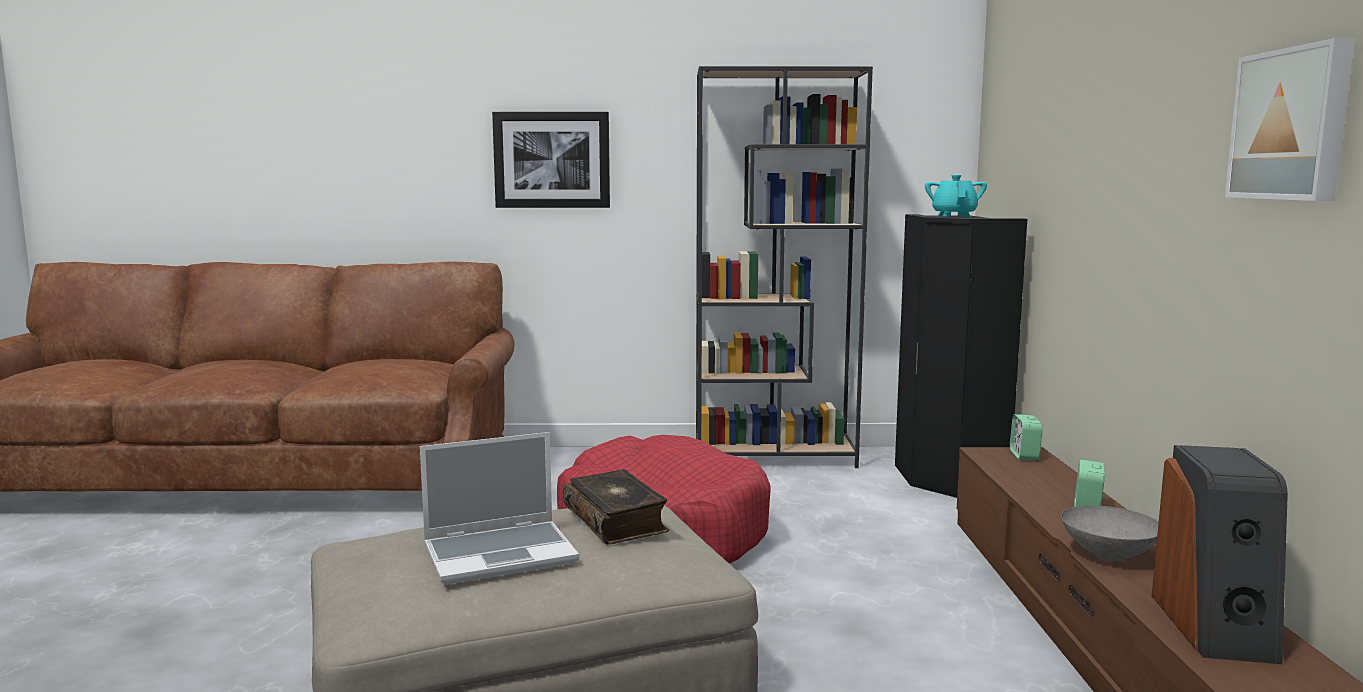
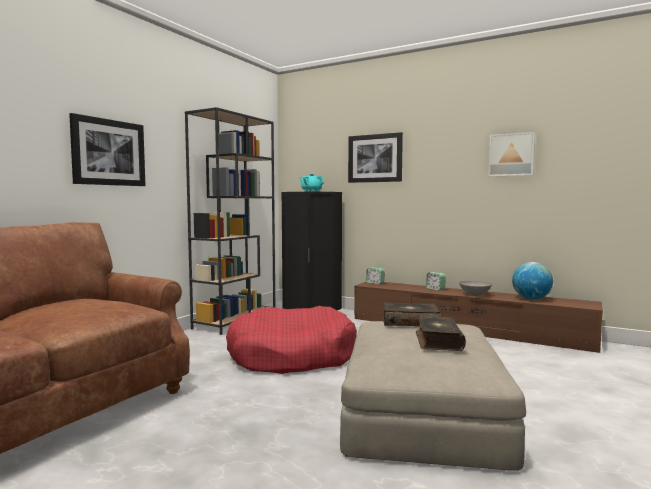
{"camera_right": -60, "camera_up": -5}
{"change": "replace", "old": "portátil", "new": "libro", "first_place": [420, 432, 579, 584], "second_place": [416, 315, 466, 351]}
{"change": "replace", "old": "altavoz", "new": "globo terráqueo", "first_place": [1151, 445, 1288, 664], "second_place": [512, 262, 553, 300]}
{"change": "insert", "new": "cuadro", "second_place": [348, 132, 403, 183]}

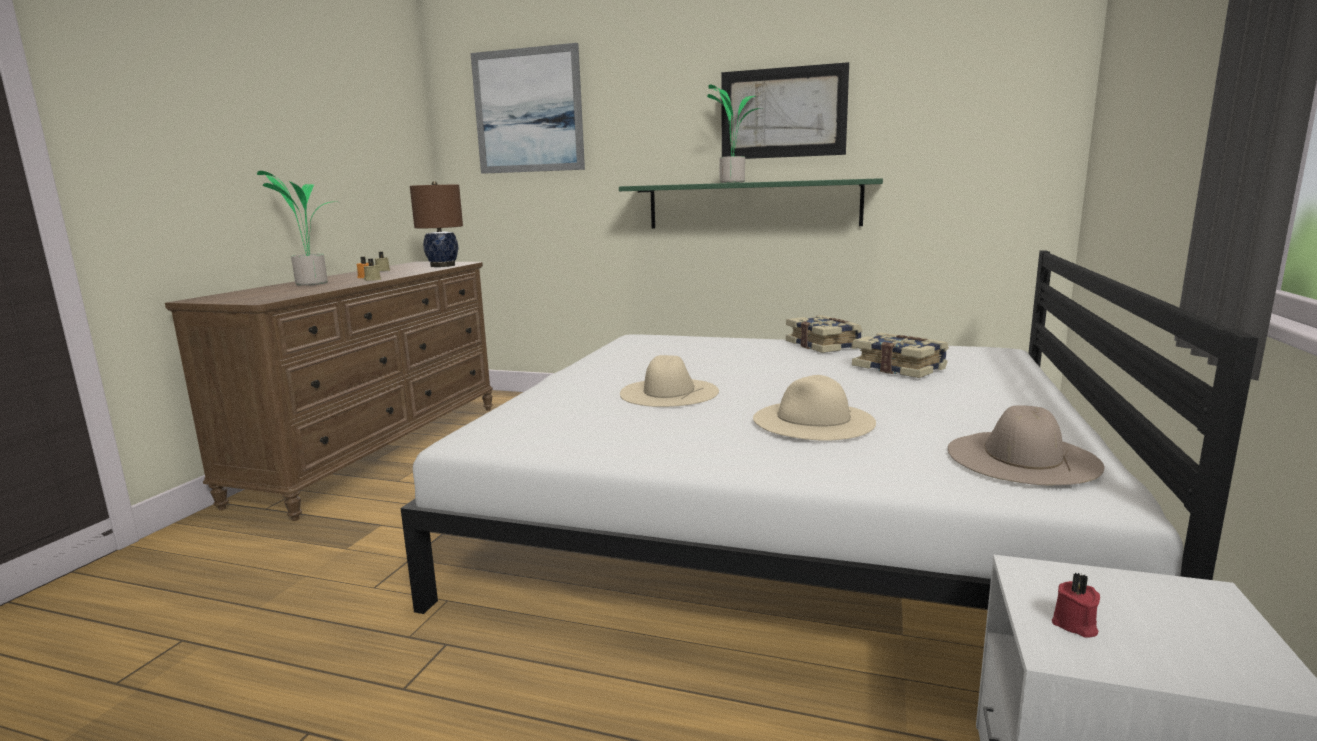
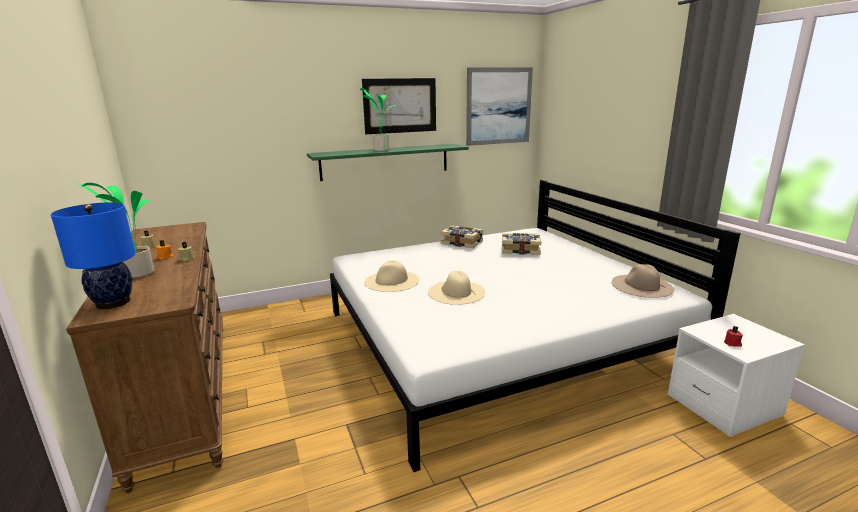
{"camera_right": -40, "camera_up": 5}
{"change": "delete", "old": "lámpara de mesa (marrón)", "first_place": [410, 181, 463, 267]}
{"change": "move", "old": "cuadro", "first_place": [471, 43, 585, 174], "second_place": [466, 67, 533, 146]}
{"change": "move", "old": "sombrero (beis)", "first_place": [753, 375, 876, 441], "second_place": [364, 260, 419, 292]}
{"change": "insert", "new": "lámpara de mesa (azul)", "second_place": [51, 202, 136, 309]}

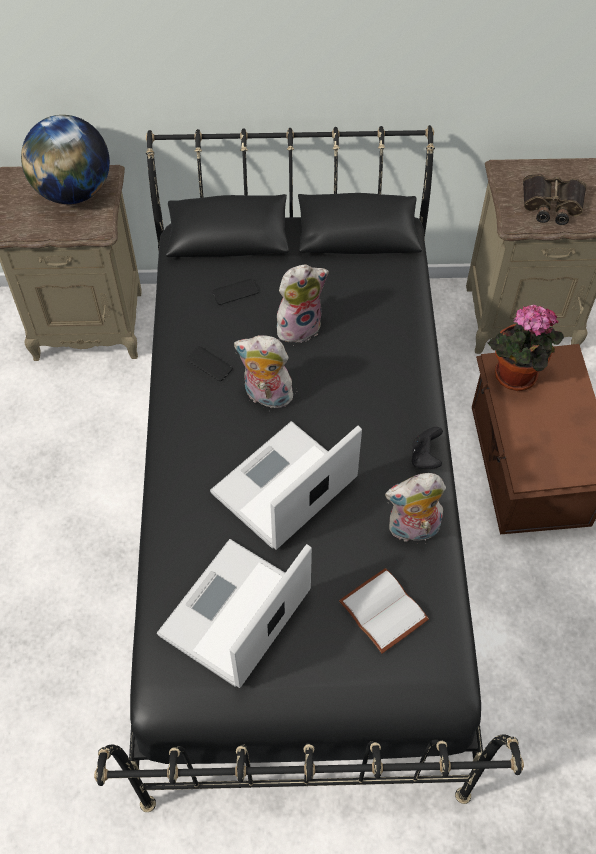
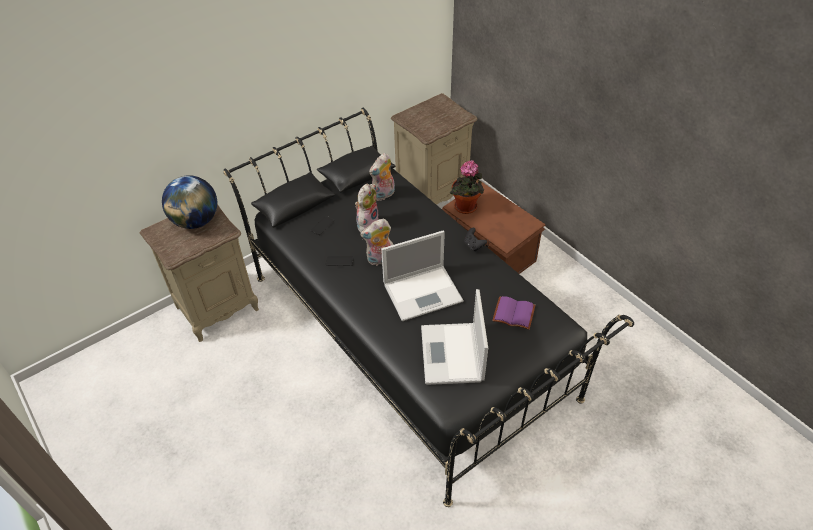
{"camera_right": -35, "camera_up": -10}
{"change": "rotate", "old": "portátil", "first_place": [210, 421, 362, 550], "second_place": [381, 231, 464, 321], "degrees": -120}
{"change": "recolor", "old": "libro (blanco)", "new": "libro (morado)", "first_place": [339, 568, 429, 654], "second_place": [492, 296, 535, 330]}
{"change": "move", "old": "peluche", "first_place": [385, 473, 446, 542], "second_place": [369, 153, 395, 201]}
{"change": "delete", "old": "prismáticos", "first_place": [523, 174, 586, 225]}

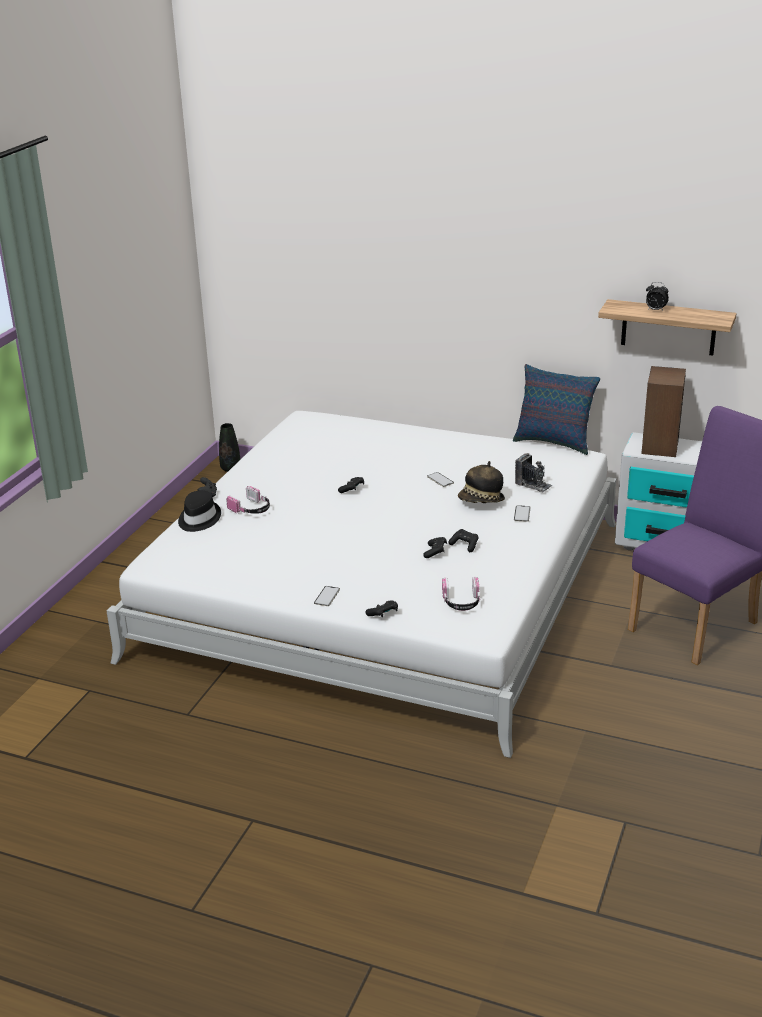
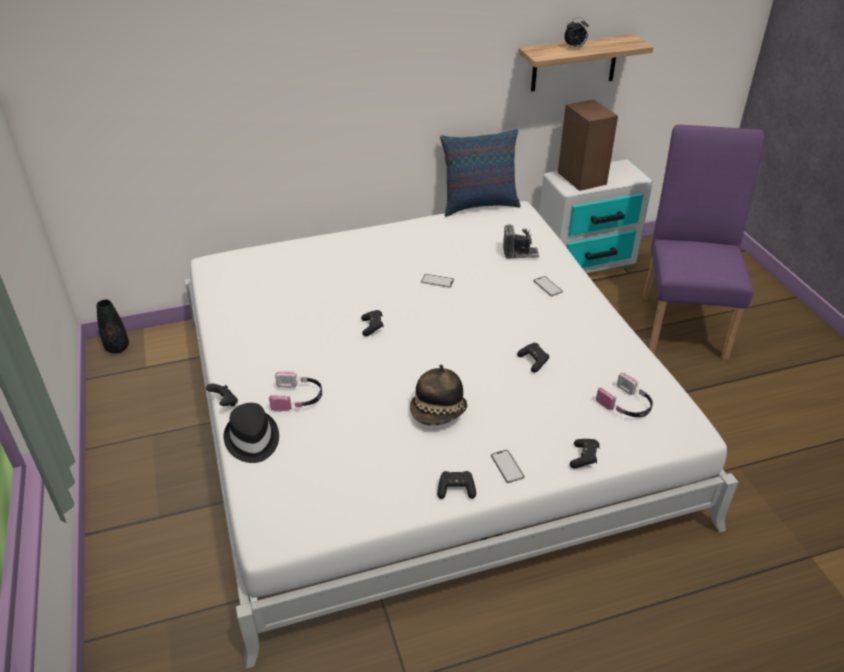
{"camera_right": -40, "camera_up": 10}
{"change": "move", "old": "mando de consola (negro)", "first_place": [449, 529, 478, 552], "second_place": [437, 471, 476, 499]}
{"change": "move", "old": "sombrero", "first_place": [458, 461, 505, 503], "second_place": [410, 364, 467, 426]}

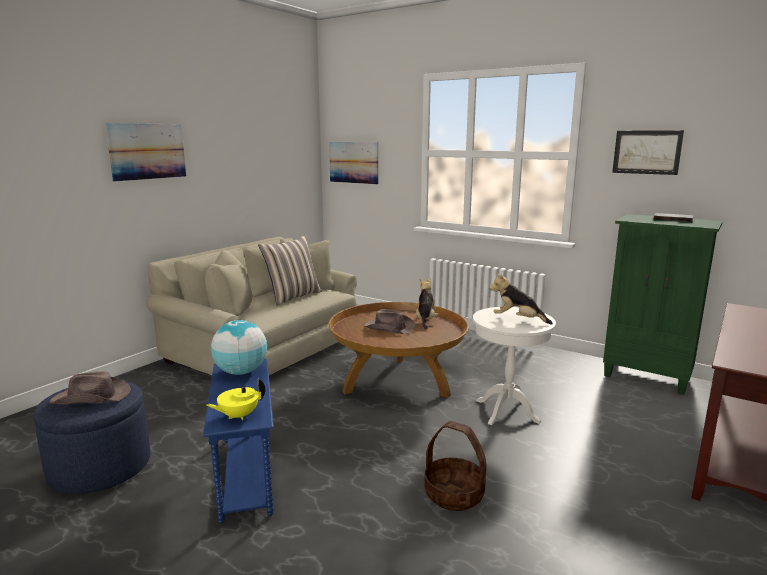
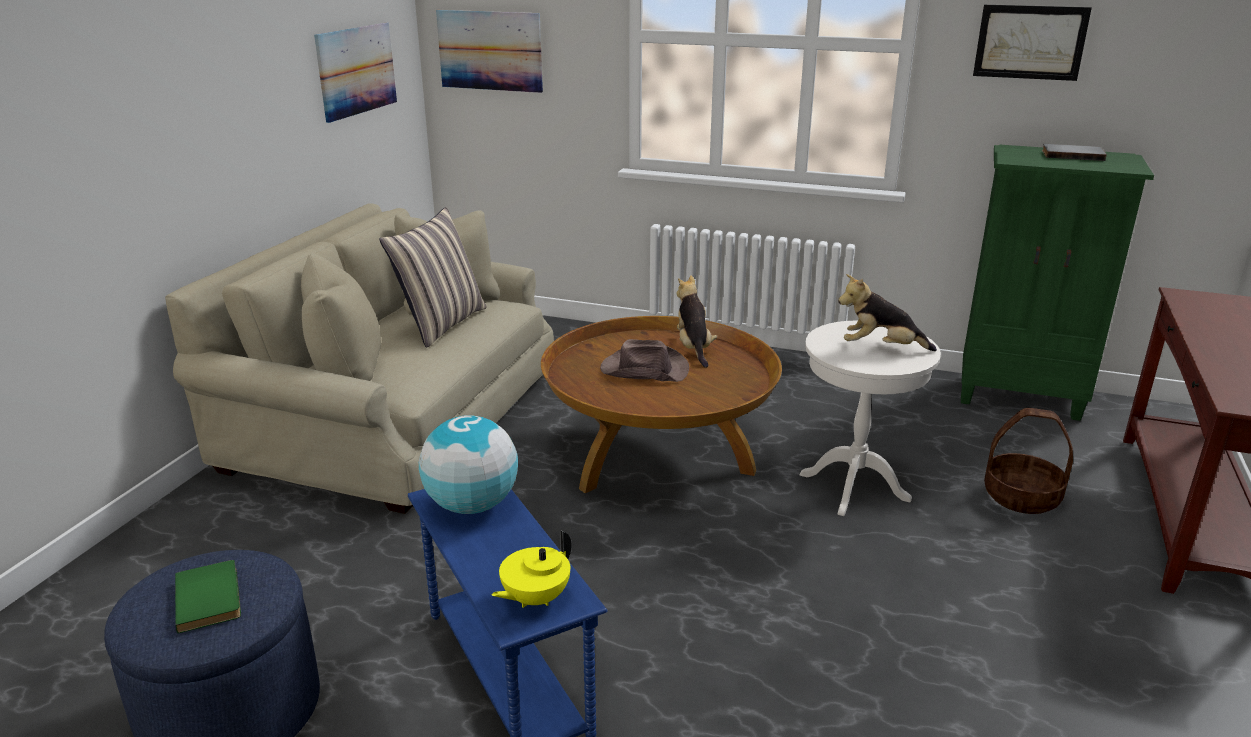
{"camera_right": -15, "camera_up": 10}
{"change": "replace", "old": "sombrero (marrón)", "new": "libro (verde)", "first_place": [50, 371, 131, 404], "second_place": [175, 560, 241, 633]}
{"change": "move", "old": "cuadro", "first_place": [105, 123, 186, 182], "second_place": [314, 23, 397, 123]}
{"change": "move", "old": "cesta", "first_place": [424, 421, 487, 511], "second_place": [984, 408, 1073, 514]}

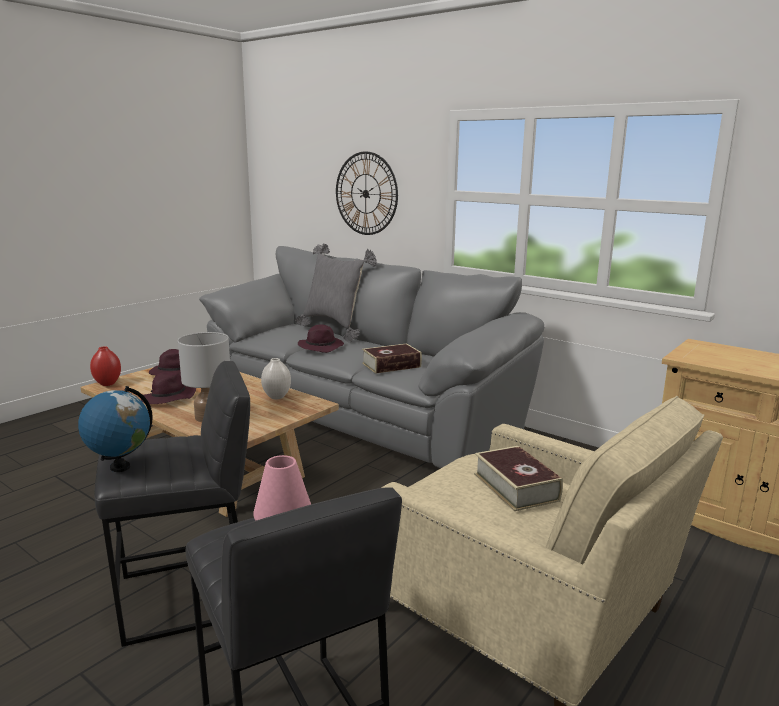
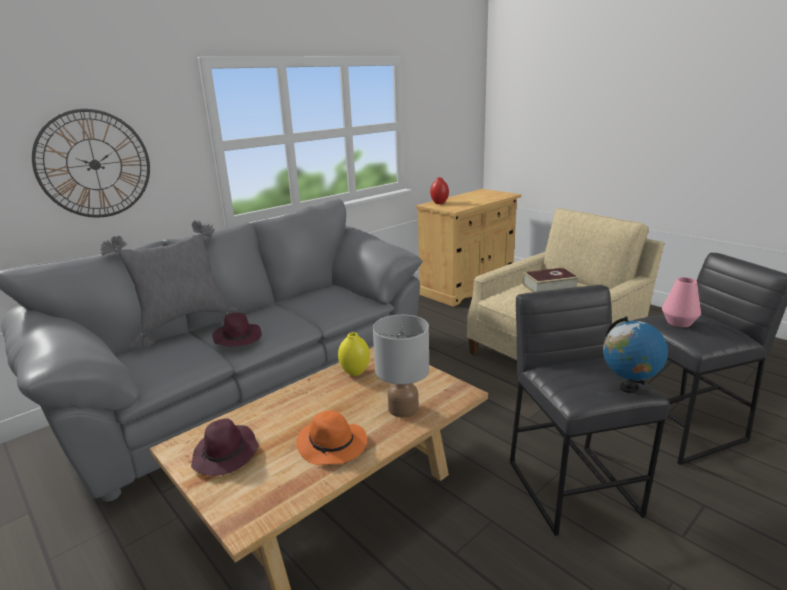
{"camera_right": -80, "camera_up": 5}
{"change": "move", "old": "florero (rojo)", "first_place": [90, 346, 121, 386], "second_place": [430, 177, 449, 204]}
{"change": "recolor", "old": "sombrero (morado)", "new": "sombrero (naranja)", "first_place": [140, 372, 196, 404], "second_place": [296, 410, 367, 465]}
{"change": "recolor", "old": "florero (blanco)", "new": "florero (amarillo)", "first_place": [261, 358, 291, 399], "second_place": [338, 332, 370, 376]}
{"change": "delete", "old": "libro", "first_place": [362, 344, 422, 374]}

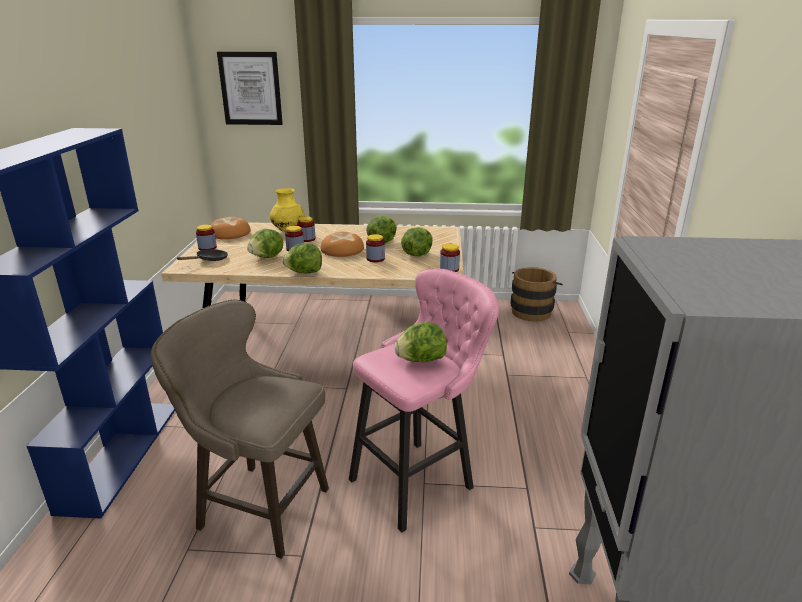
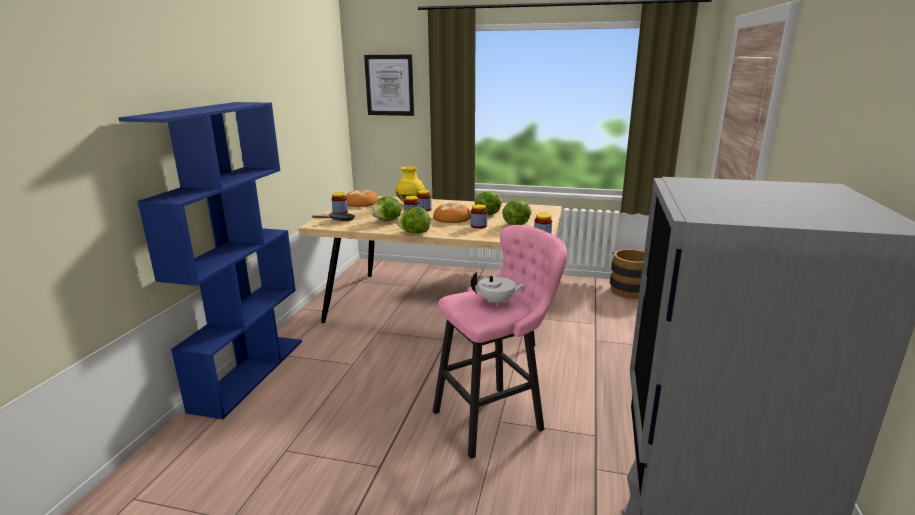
{"camera_right": 10, "camera_up": -5}
{"change": "delete", "old": "taburete (beis)", "first_place": [151, 299, 329, 559]}
{"change": "replace", "old": "lechuga", "new": "tetera (blanco)", "first_place": [394, 322, 447, 362], "second_place": [471, 272, 526, 306]}

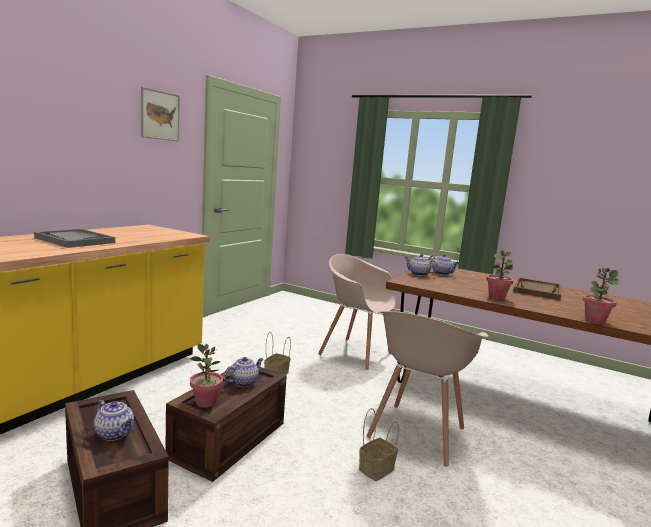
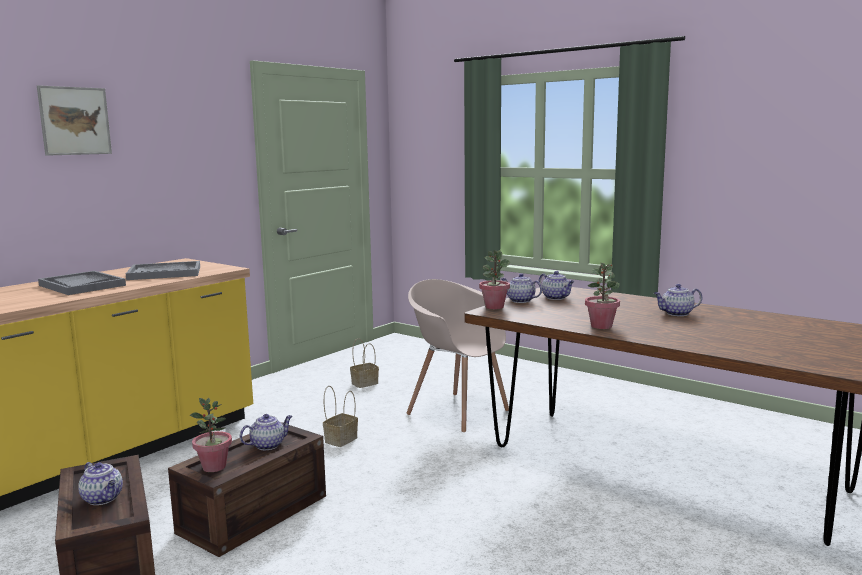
{"camera_right": 10, "camera_up": 0}
{"change": "move", "old": "cuadro", "first_place": [141, 87, 180, 141], "second_place": [37, 85, 112, 156]}
{"change": "move", "old": "cesta", "first_place": [359, 408, 399, 481], "second_place": [350, 338, 379, 388]}
{"change": "delete", "old": "silla (beis)", "first_place": [367, 311, 488, 467]}
{"change": "replace", "old": "bandeja (marrón)", "new": "tetera", "first_place": [513, 277, 561, 300], "second_place": [654, 284, 702, 316]}
{"change": "move", "old": "planta en maceta", "first_place": [583, 268, 619, 324], "second_place": [479, 250, 510, 309]}
{"change": "insert", "new": "bandeja (gris)", "second_place": [126, 261, 200, 280]}

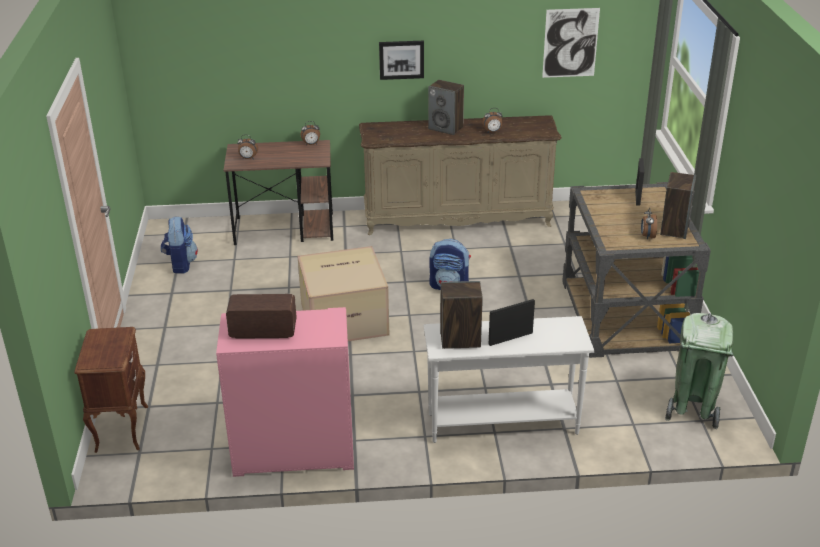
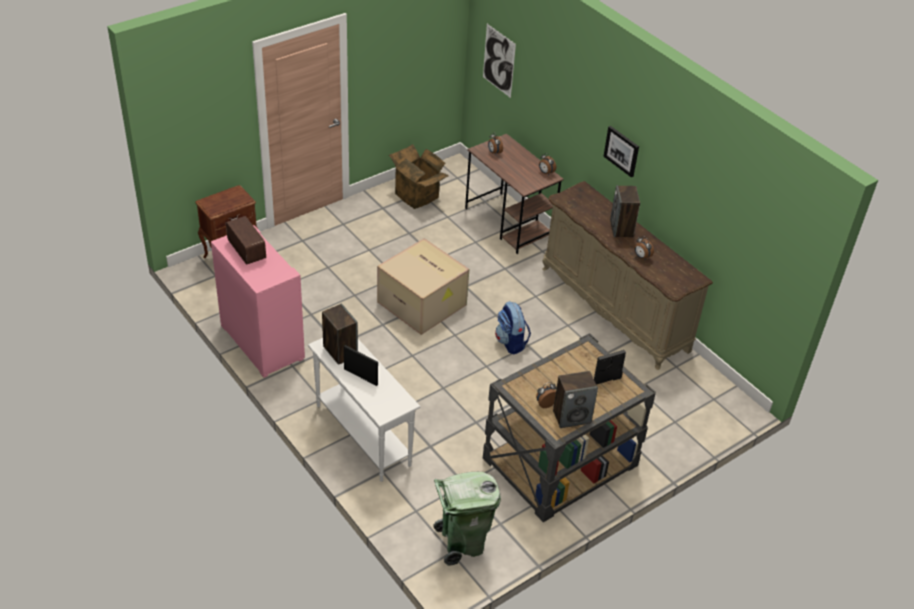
{"camera_right": 55, "camera_up": 10}
{"change": "replace", "old": "mochila", "new": "caja de cartón", "first_place": [161, 217, 198, 274], "second_place": [389, 144, 449, 209]}
{"change": "move", "old": "cuadro", "first_place": [542, 8, 600, 78], "second_place": [483, 24, 516, 98]}

